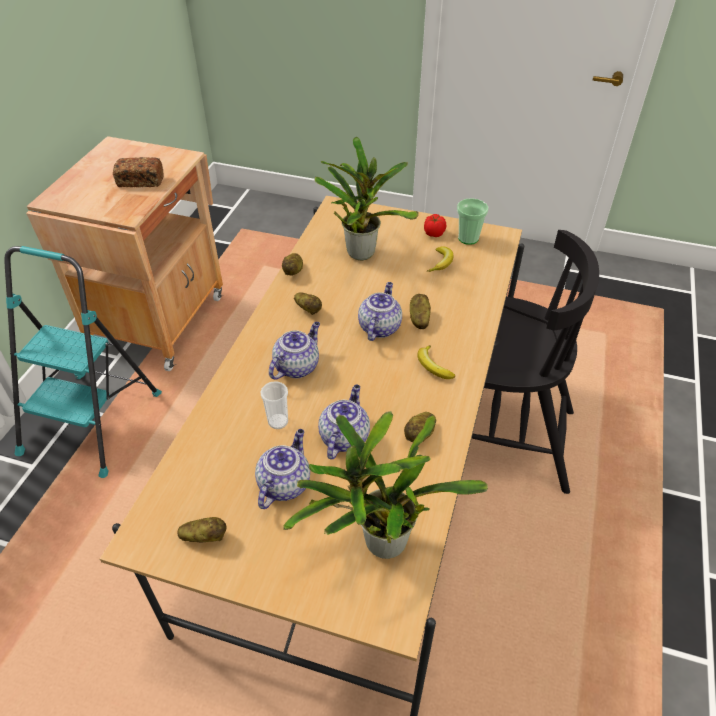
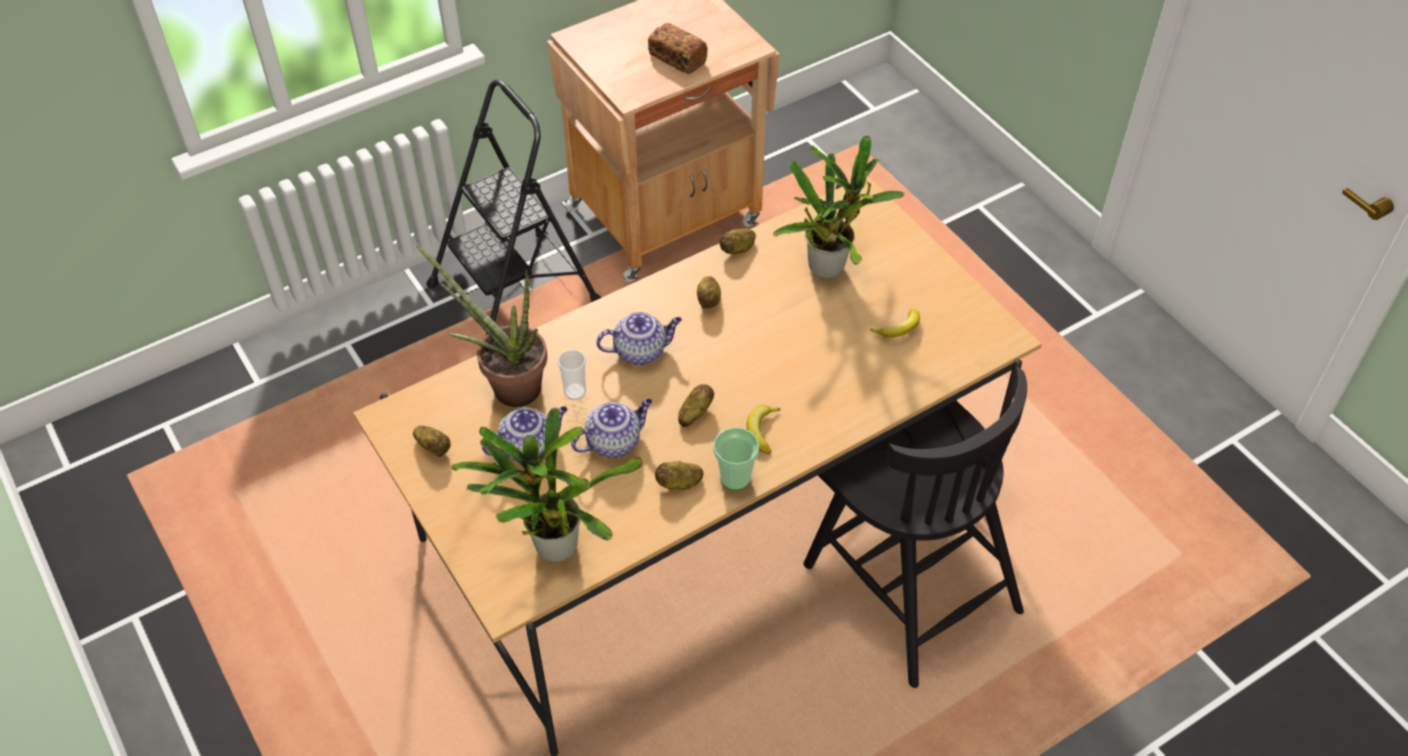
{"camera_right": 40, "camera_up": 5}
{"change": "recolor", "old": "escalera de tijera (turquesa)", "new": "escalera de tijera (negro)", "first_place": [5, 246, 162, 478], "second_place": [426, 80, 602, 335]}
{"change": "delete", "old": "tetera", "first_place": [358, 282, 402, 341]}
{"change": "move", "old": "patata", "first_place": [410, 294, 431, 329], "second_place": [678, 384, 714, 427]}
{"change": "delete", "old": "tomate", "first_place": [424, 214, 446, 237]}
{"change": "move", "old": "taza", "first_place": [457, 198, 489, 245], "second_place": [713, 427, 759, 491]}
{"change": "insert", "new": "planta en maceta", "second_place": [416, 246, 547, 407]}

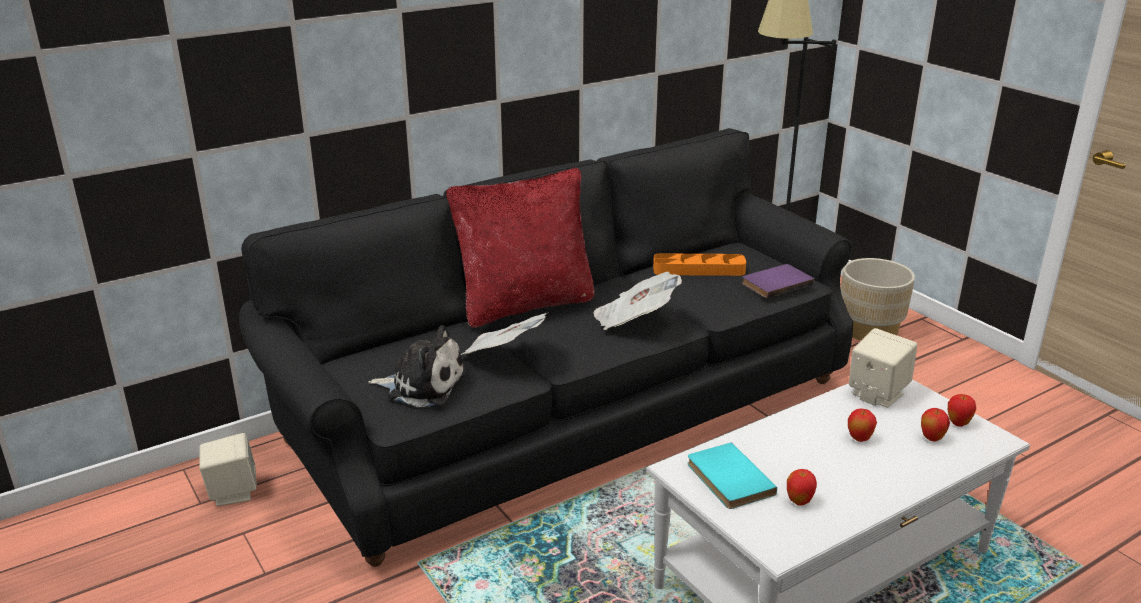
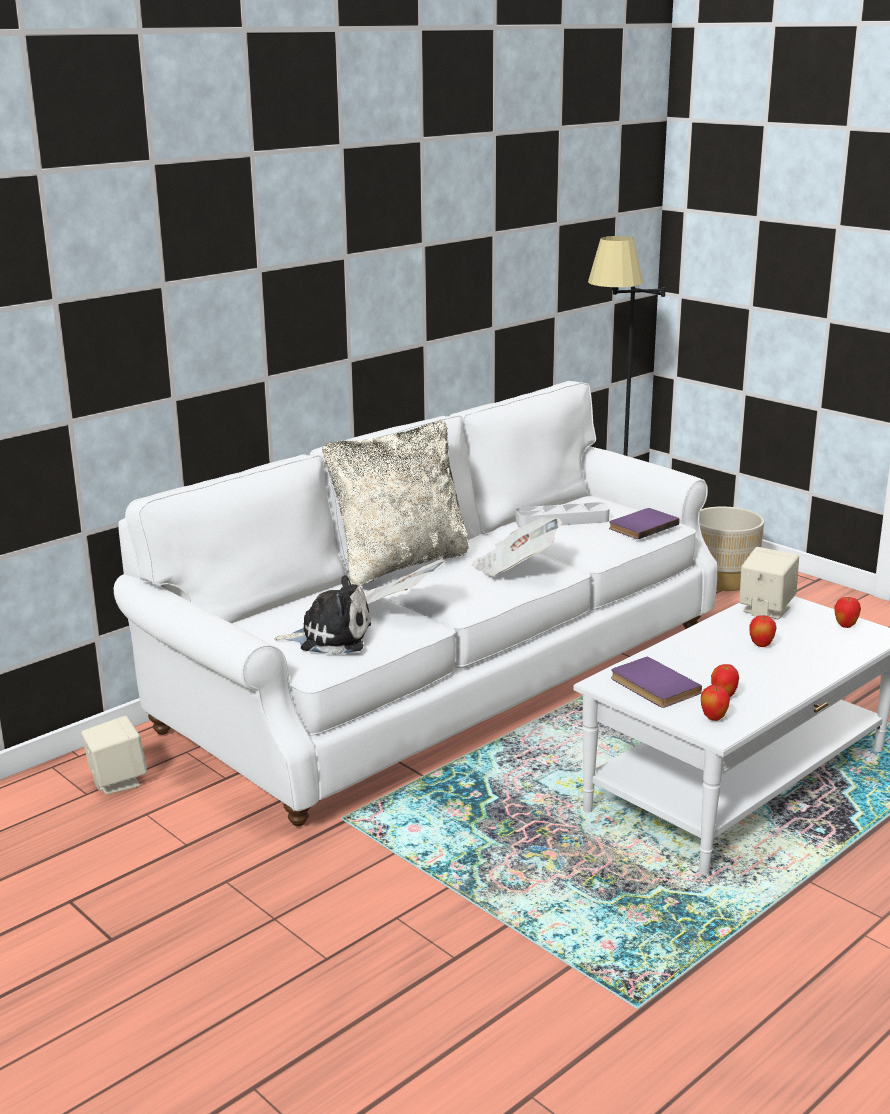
{"camera_right": -10, "camera_up": -5}
{"change": "recolor", "old": "sofá (negro)", "new": "sofá (blanco)", "first_place": [239, 128, 853, 567], "second_place": [114, 381, 717, 826]}
{"change": "recolor", "old": "cojín (rojo)", "new": "cojín (beis)", "first_place": [447, 167, 595, 328], "second_place": [322, 420, 469, 586]}
{"change": "recolor", "old": "bandeja (naranja)", "new": "bandeja (gris)", "first_place": [653, 253, 746, 276], "second_place": [515, 502, 610, 527]}
{"change": "recolor", "old": "libro (turquesa)", "new": "libro (morado)", "first_place": [687, 442, 777, 509], "second_place": [611, 656, 702, 708]}
{"change": "move", "old": "manzana", "first_place": [921, 408, 950, 441], "second_place": [701, 685, 730, 721]}

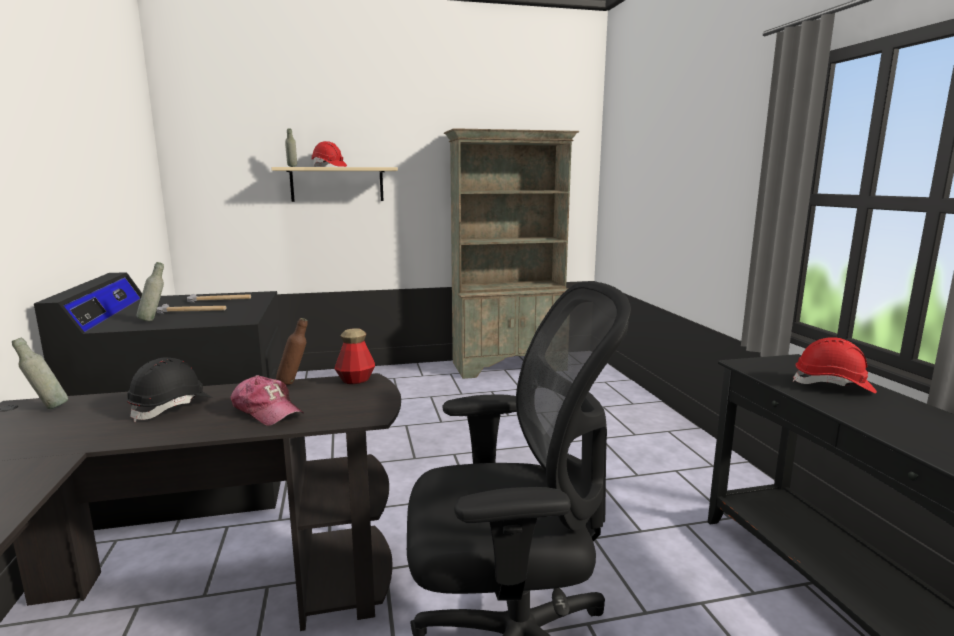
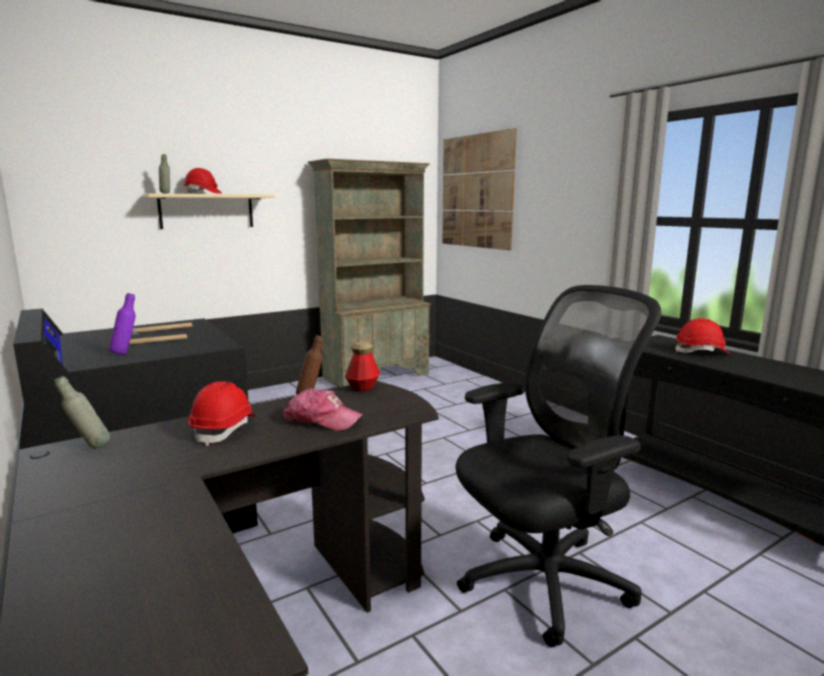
{"camera_right": -20, "camera_up": 0}
{"change": "recolor", "old": "casco (negro)", "new": "casco (rojo)", "first_place": [126, 358, 213, 422], "second_place": [188, 382, 256, 446]}
{"change": "recolor", "old": "botella (gris)", "new": "botella (morado)", "first_place": [137, 262, 164, 321], "second_place": [109, 293, 136, 355]}
{"change": "insert", "new": "cuadro", "second_place": [442, 128, 517, 250]}

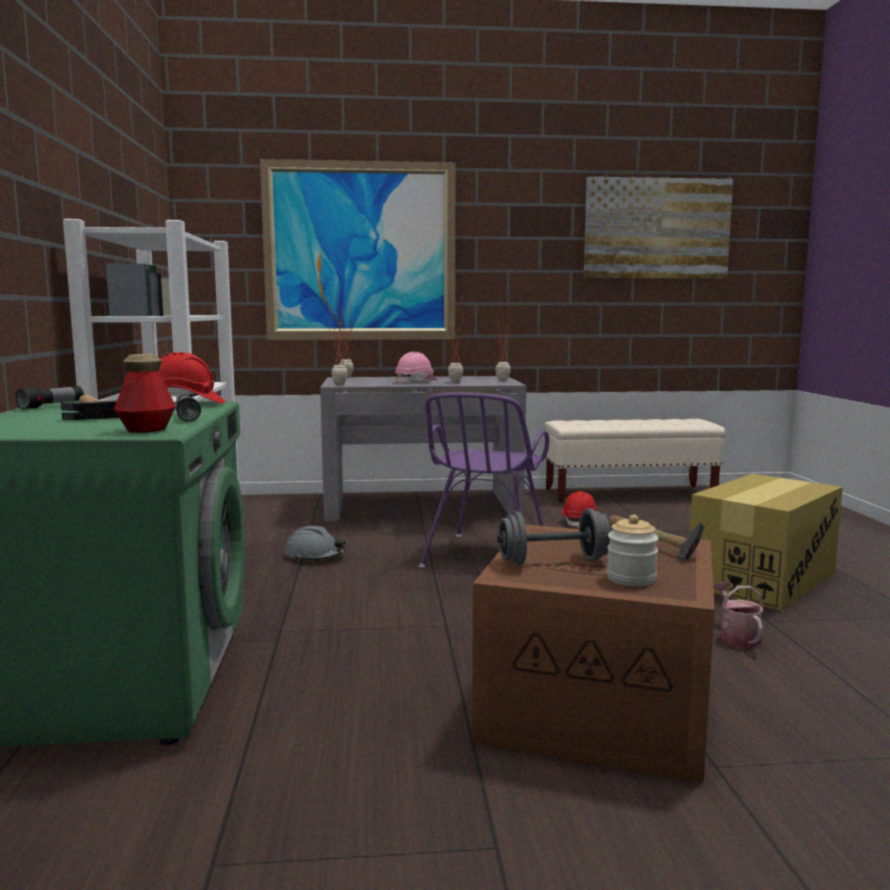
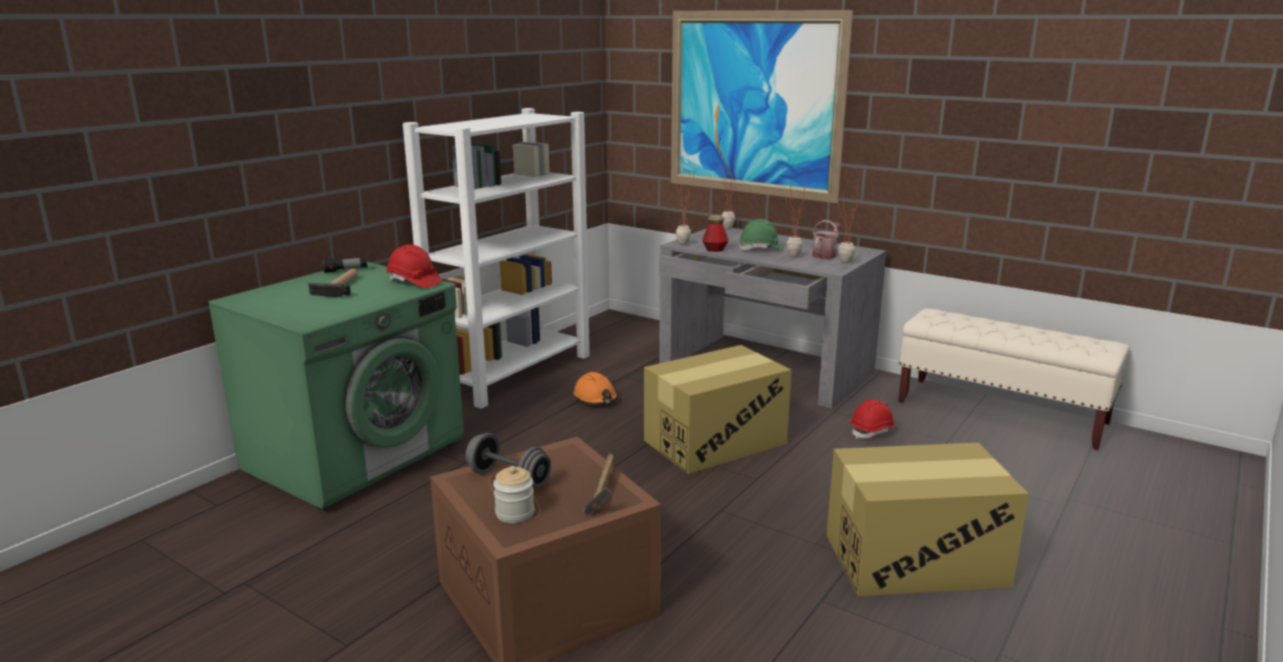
{"camera_right": 40, "camera_up": 10}
{"change": "move", "old": "botella", "first_place": [114, 354, 176, 433], "second_place": [702, 215, 729, 252]}
{"change": "delete", "old": "linterna", "first_place": [176, 395, 201, 422]}
{"change": "recolor", "old": "casco (gris)", "new": "casco (naranja)", "first_place": [284, 526, 346, 562], "second_place": [574, 372, 618, 405]}
{"change": "recolor", "old": "casco (rosa)", "new": "casco (verde)", "first_place": [395, 352, 437, 384], "second_place": [739, 219, 784, 251]}
{"change": "replace", "old": "silla (morado)", "new": "caja de cartón", "first_place": [419, 392, 549, 567], "second_place": [644, 345, 792, 474]}
{"change": "delete", "old": "cuadro", "first_place": [584, 177, 733, 278]}
{"change": "move", "old": "regadera", "first_place": [714, 582, 764, 648], "second_place": [812, 220, 842, 259]}

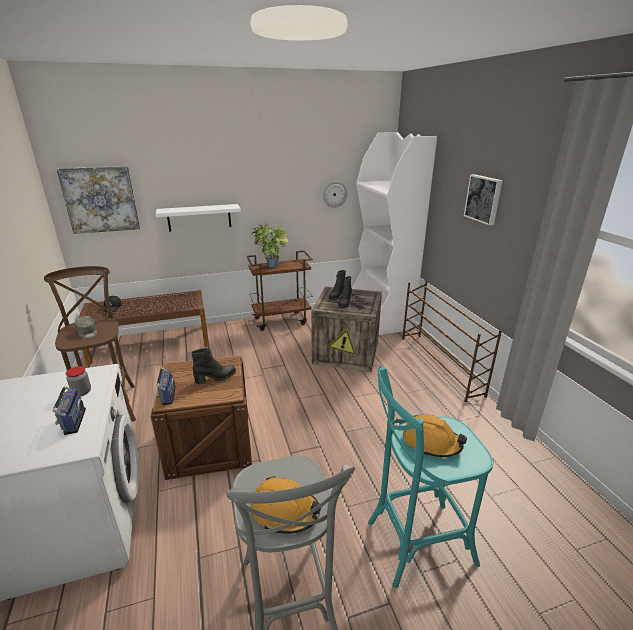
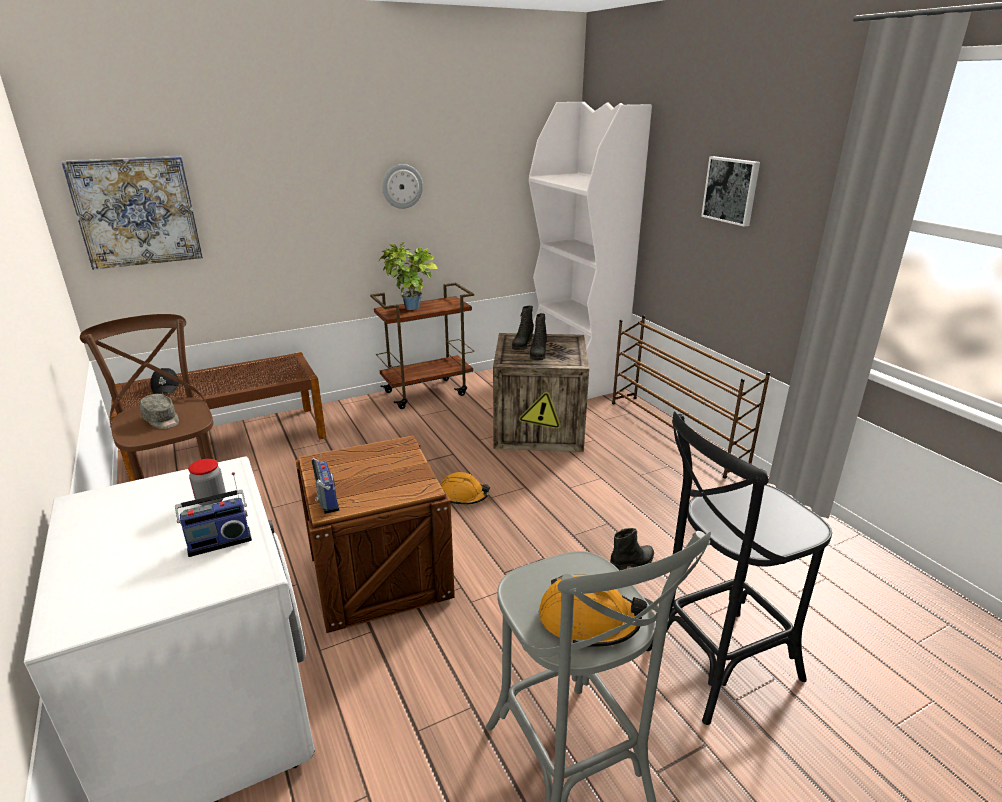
{"camera_right": -10, "camera_up": 0}
{"change": "rotate", "old": "radio", "first_place": [53, 372, 86, 435], "second_place": [175, 472, 252, 557], "degrees": 90}
{"change": "delete", "old": "estante (blanco)", "first_place": [156, 204, 241, 232]}
{"change": "move", "old": "bota (negro)", "first_place": [191, 348, 236, 384], "second_place": [610, 528, 654, 570]}
{"change": "move", "old": "reloj de pared", "first_place": [323, 181, 347, 208], "second_place": [382, 164, 423, 209]}
{"change": "recolor", "old": "taburete (turquesa)", "new": "taburete (negro)", "first_place": [368, 365, 493, 588], "second_place": [646, 411, 832, 725]}
{"change": "move", "old": "casco (naranja)", "first_place": [403, 414, 467, 457], "second_place": [441, 472, 490, 505]}

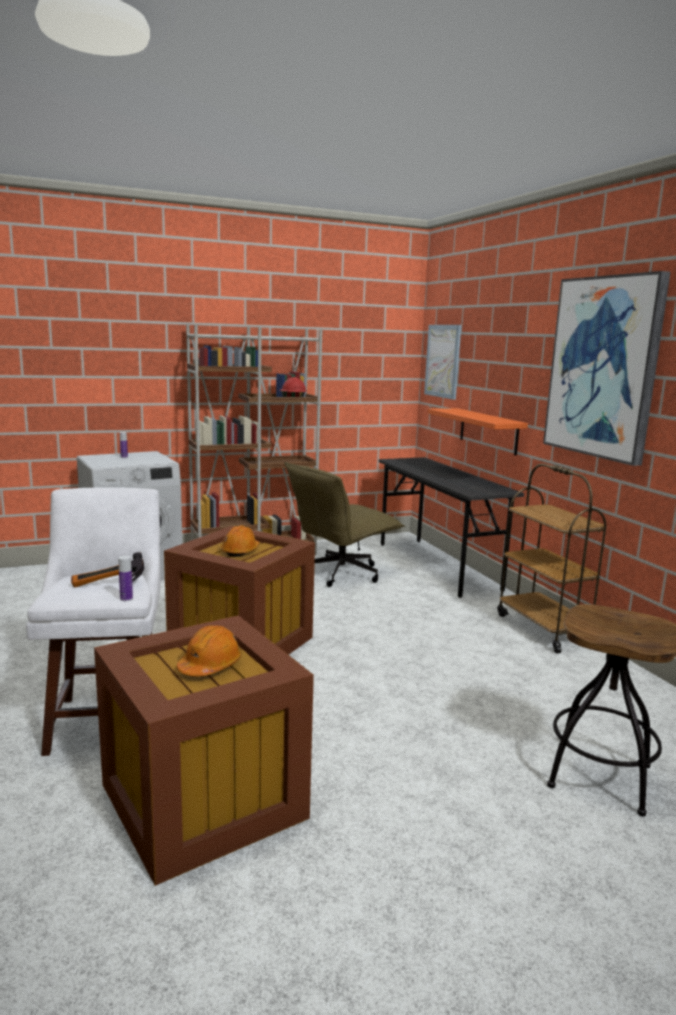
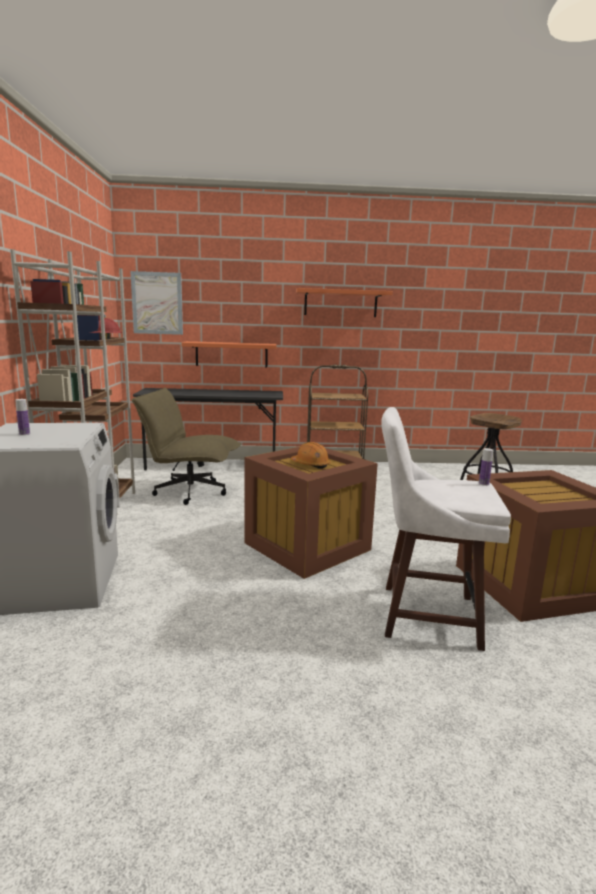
{"camera_right": -70, "camera_up": 0}
{"change": "delete", "old": "martillo", "first_place": [71, 552, 144, 587]}
{"change": "delete", "old": "casco (naranja)", "first_place": [177, 625, 242, 676]}
{"change": "rotate", "old": "silla de oficina (beis)", "first_place": [284, 462, 405, 587], "second_place": [132, 388, 241, 505], "degrees": 120}
{"change": "replace", "old": "cuadro", "new": "estante (naranja)", "first_place": [543, 271, 671, 466], "second_place": [296, 288, 393, 317]}

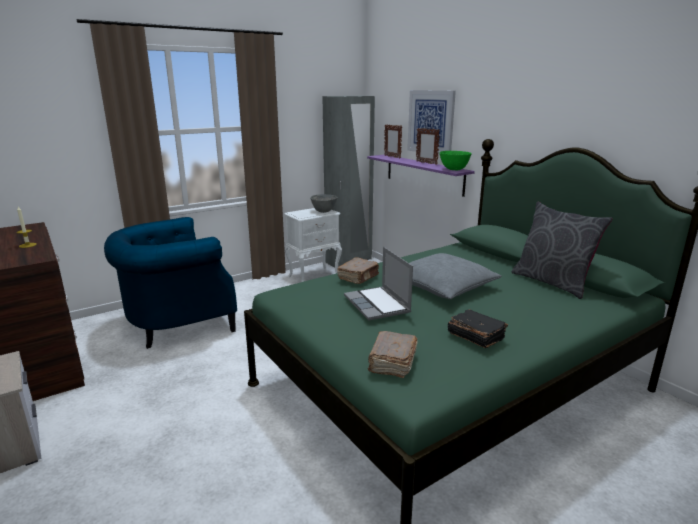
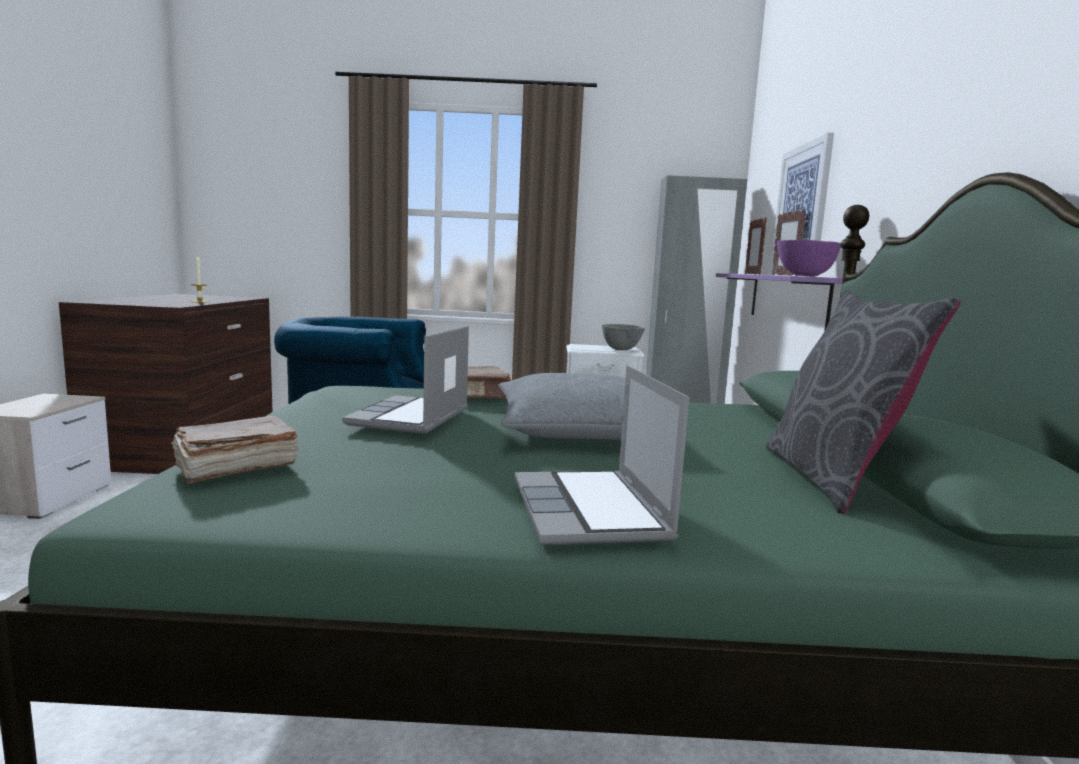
{"camera_right": 35, "camera_up": -10}
{"change": "recolor", "old": "cuenco (verde)", "new": "cuenco (morado)", "first_place": [440, 151, 472, 171], "second_place": [776, 240, 841, 277]}
{"change": "delete", "old": "libro (negro)", "first_place": [448, 309, 508, 348]}
{"change": "insert", "new": "portátil", "second_place": [514, 365, 689, 545]}

